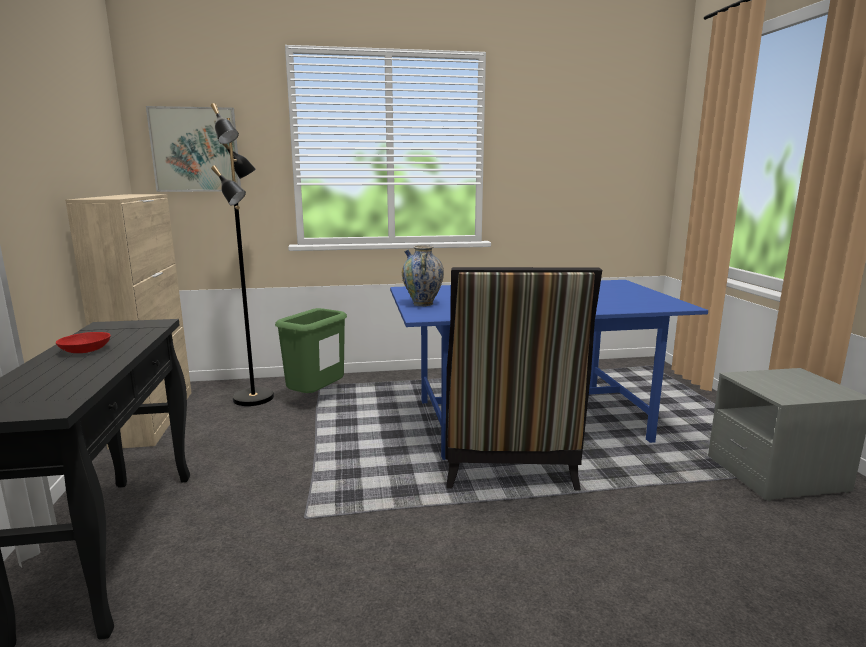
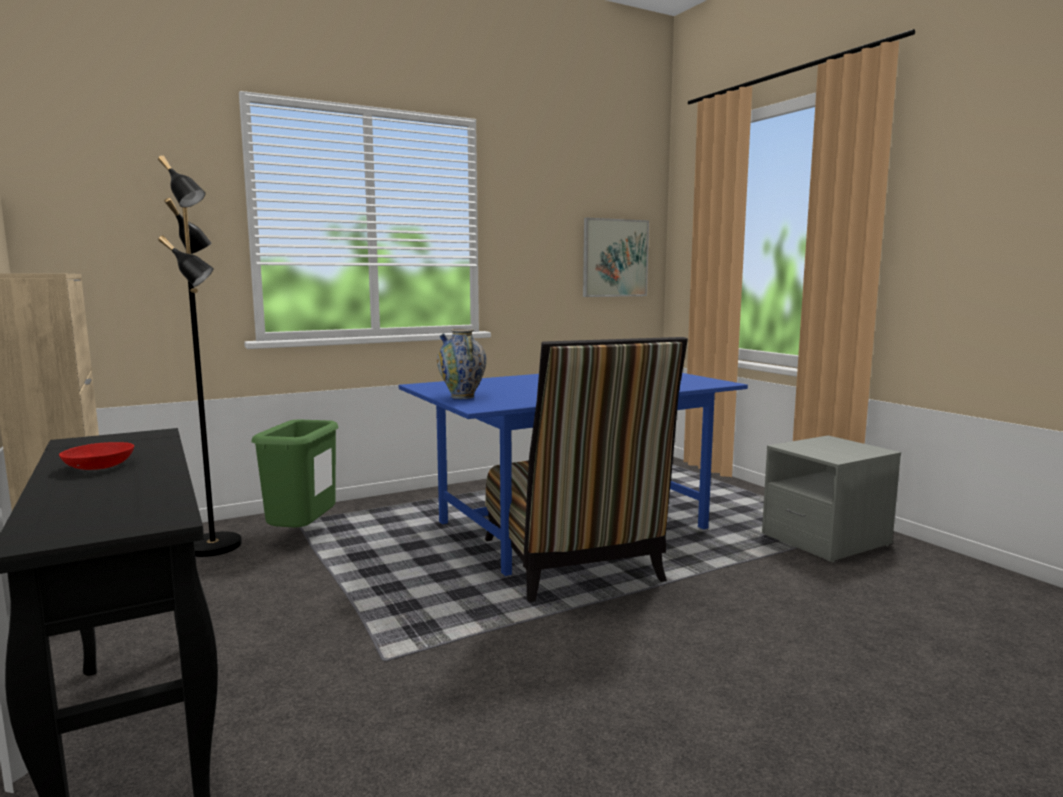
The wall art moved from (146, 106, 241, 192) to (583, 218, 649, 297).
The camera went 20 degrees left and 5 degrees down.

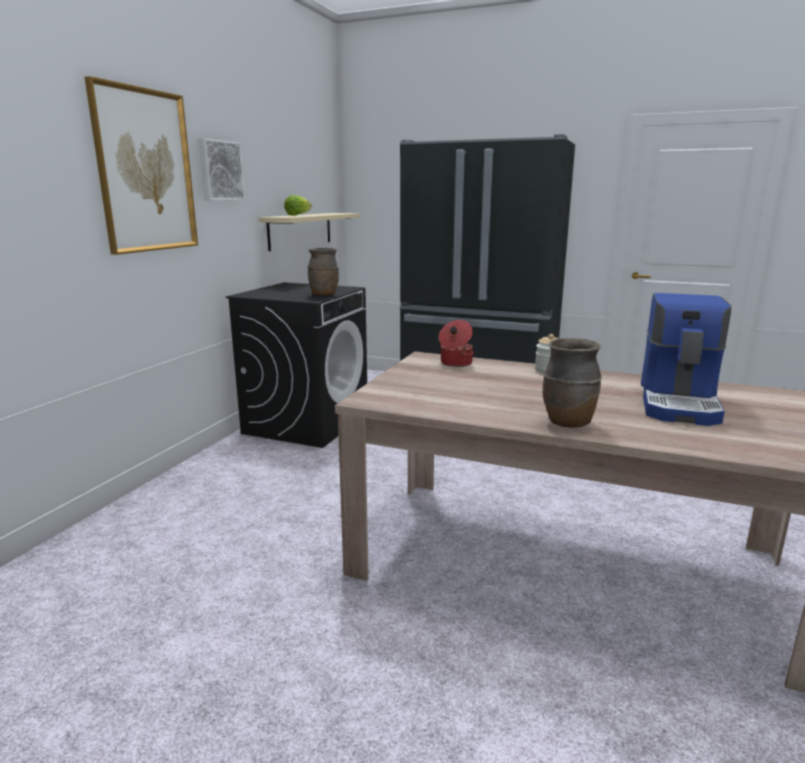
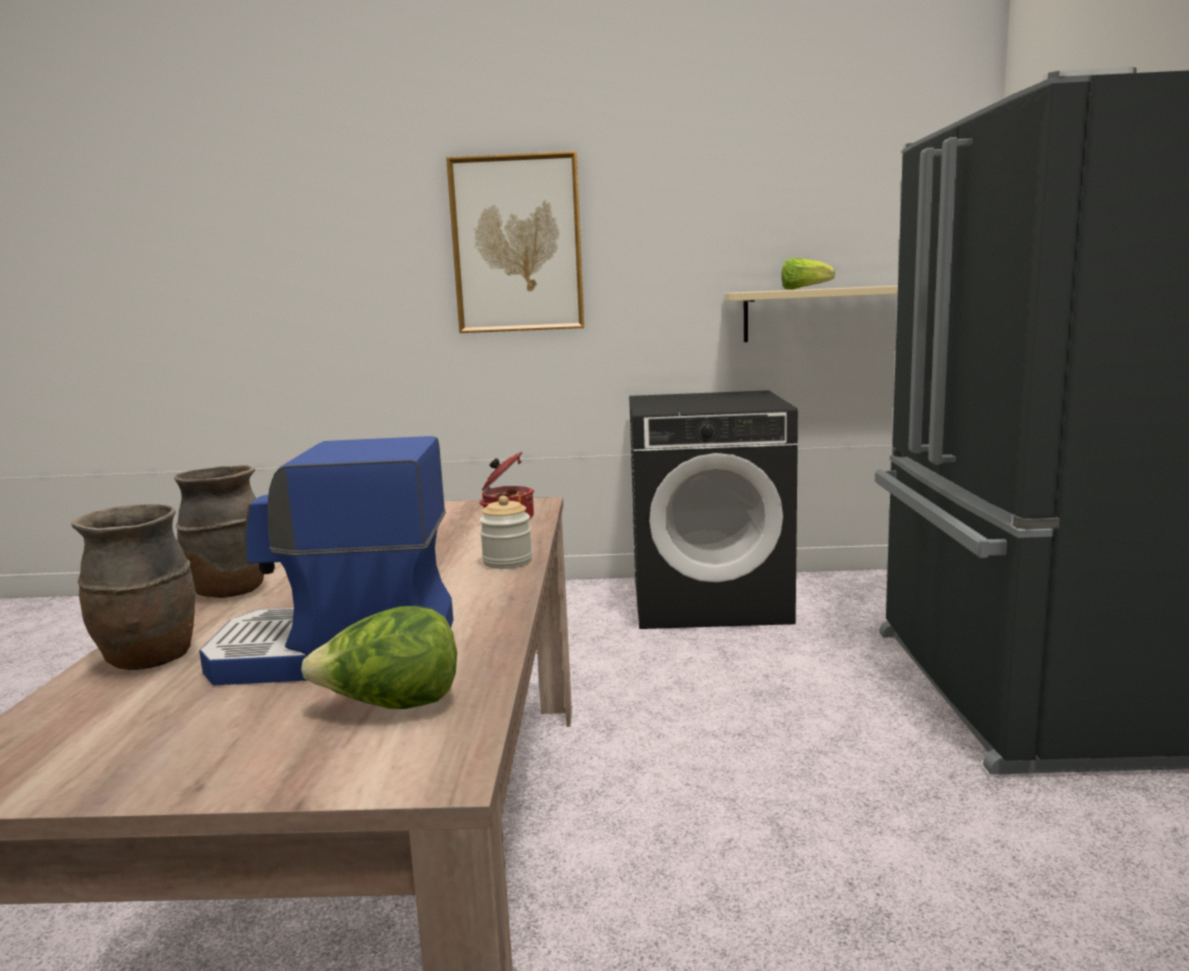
The brown-coloured vase moved from (307, 248, 339, 296) to (72, 504, 196, 670).
The lettuce at (301, 606, 457, 709) appeared.
The wall art at (199, 138, 245, 200) disappeared.
The camera went 70 degrees right and 5 degrees down.

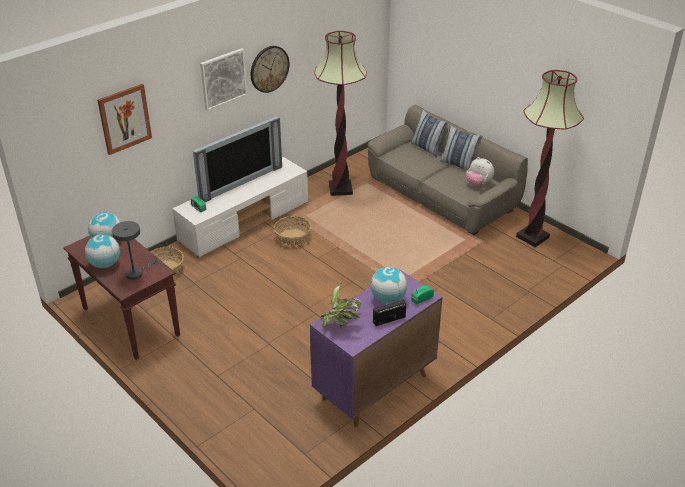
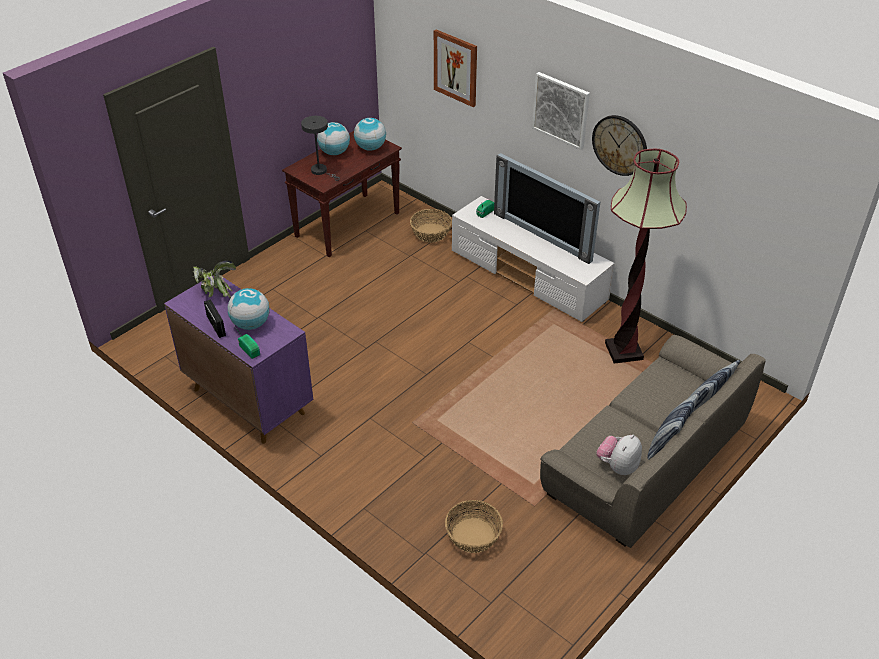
The storage basket moved from (274, 216, 311, 246) to (445, 500, 503, 553).
The standing lamp at (516, 70, 584, 247) disappeared.
The camera went 85 degrees right and 5 degrees up.

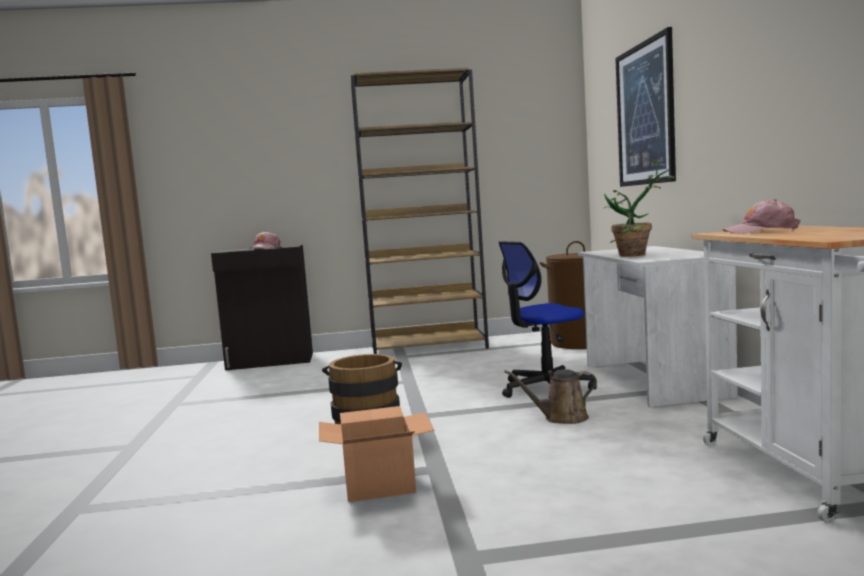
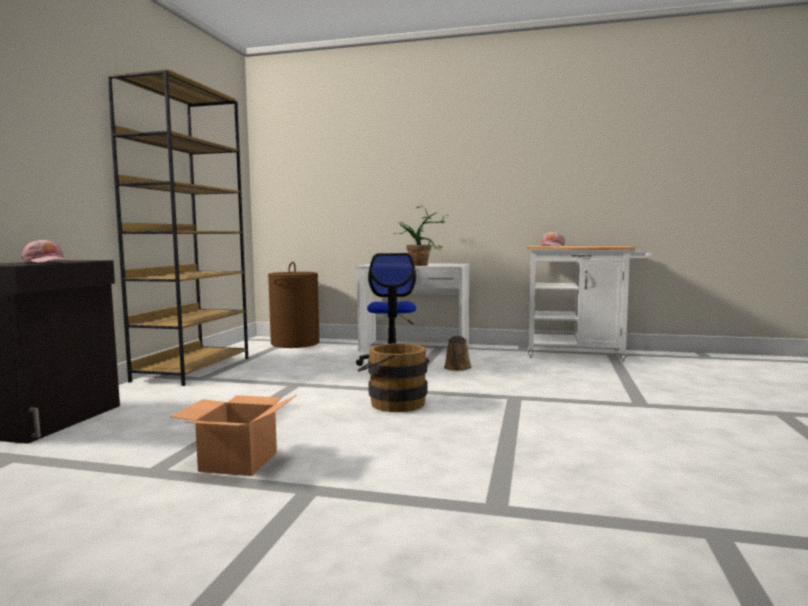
The packing box moved from (319, 406, 435, 502) to (170, 395, 297, 476).
The wall art at (615, 27, 676, 187) disappeared.
The camera went 70 degrees left and 0 degrees up.

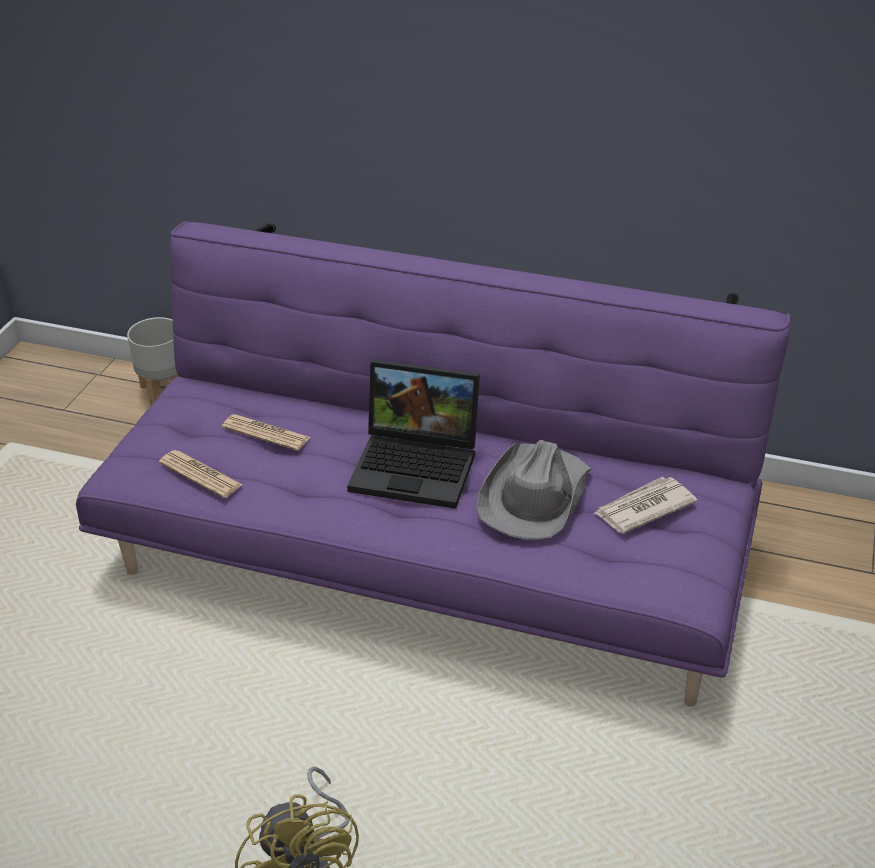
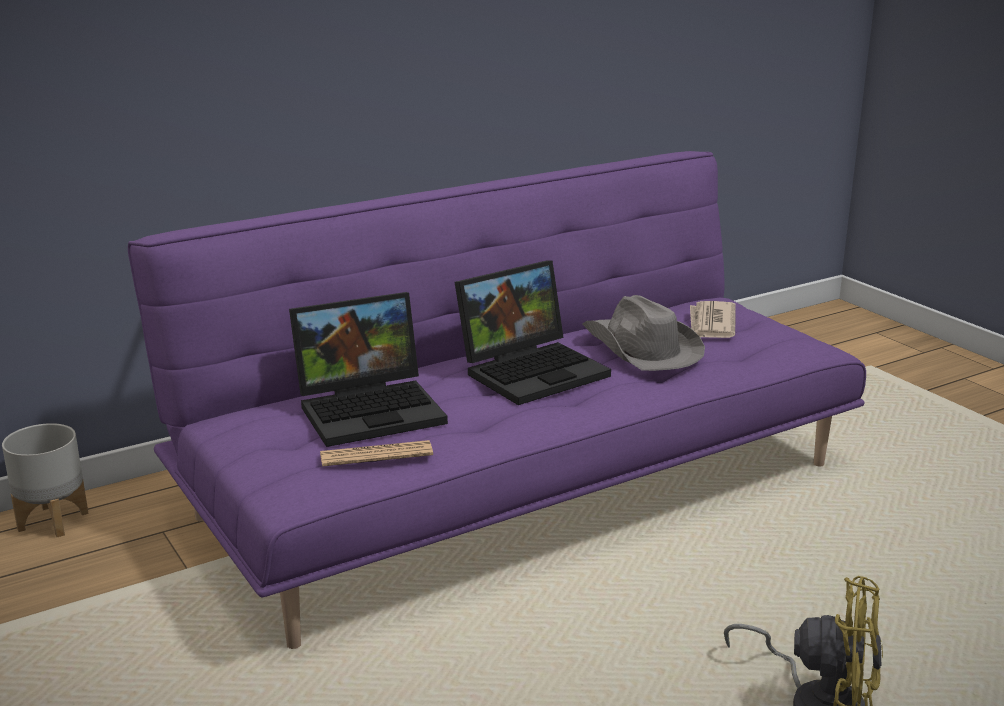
The newspaper at (222, 414, 310, 451) was replaced by the laptop at (289, 292, 448, 447).
The camera went 50 degrees left and 15 degrees down.

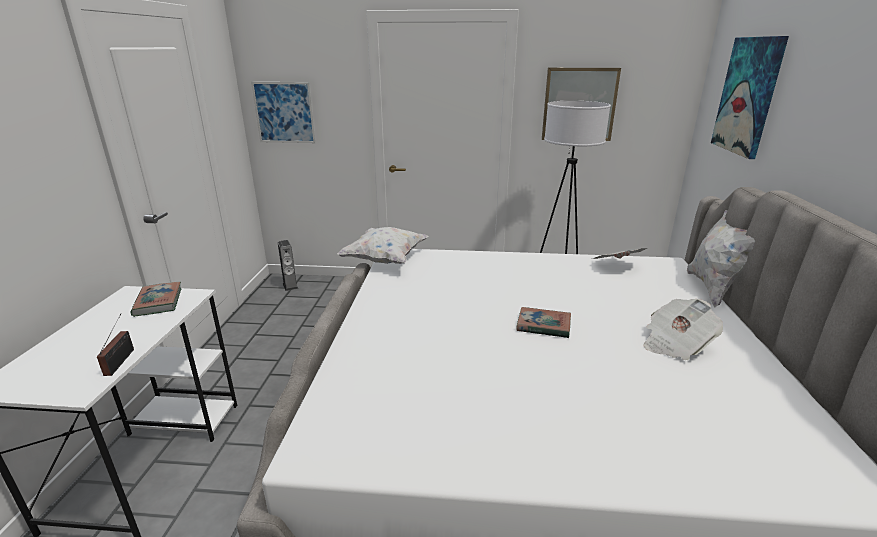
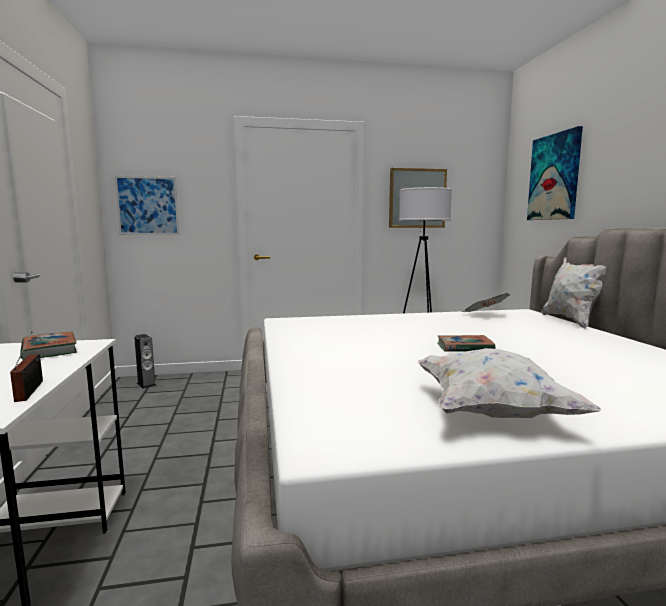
The white-coloured throw pillow moved from (337, 227, 429, 264) to (418, 348, 602, 418).
The newspaper at (644, 299, 723, 360) disappeared.
The camera went 15 degrees left and 15 degrees down.

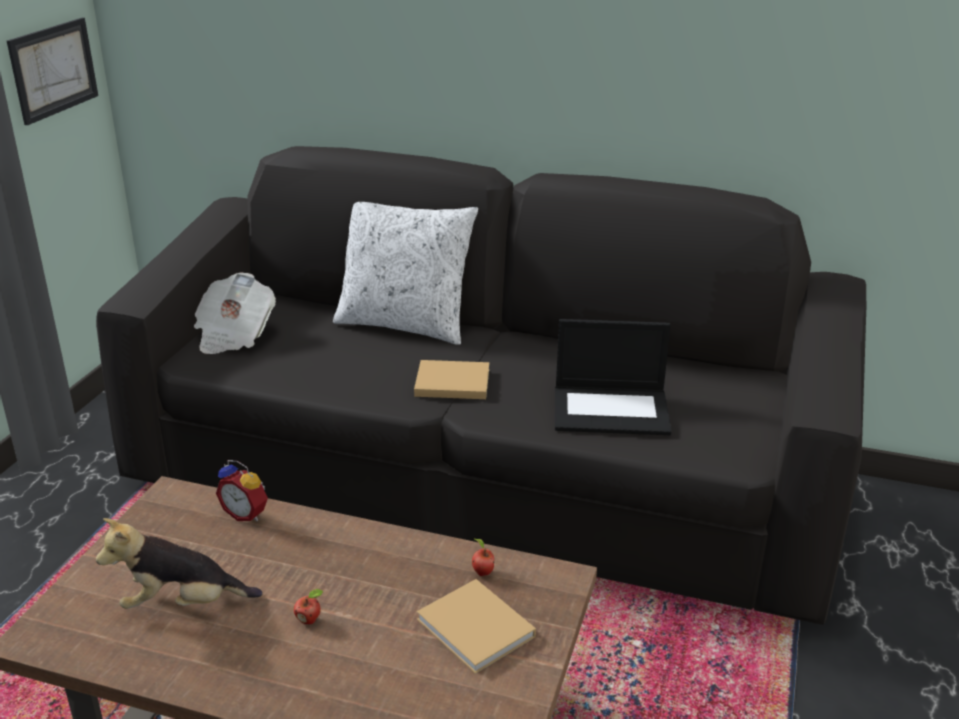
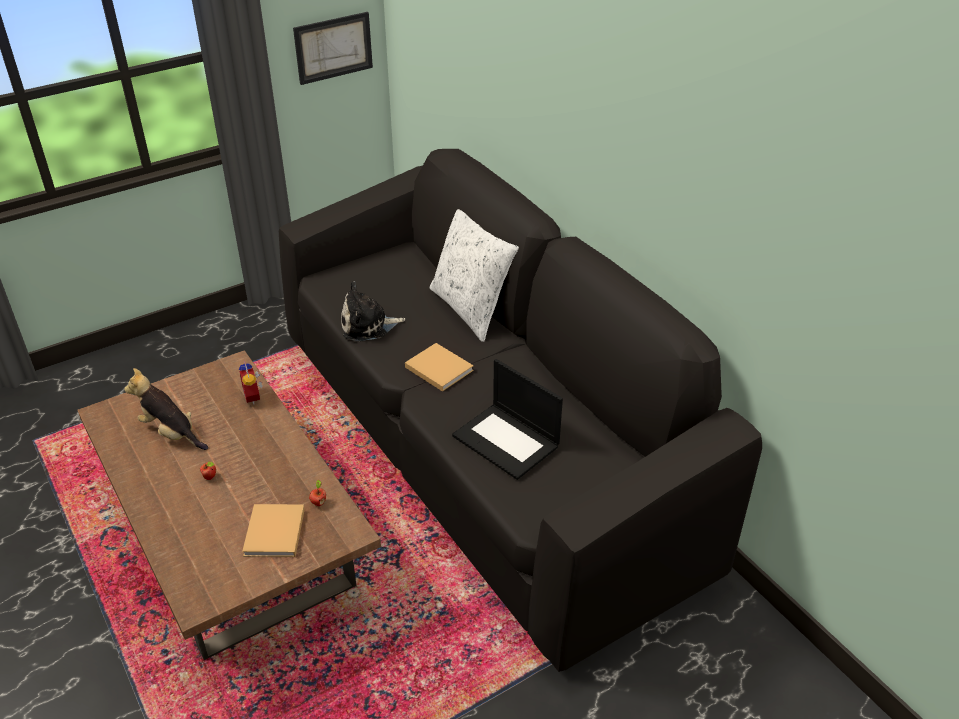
The soft toy at (341, 281, 405, 341) appeared.
The newspaper at (194, 273, 276, 354) disappeared.
The camera went 40 degrees right and 10 degrees up.

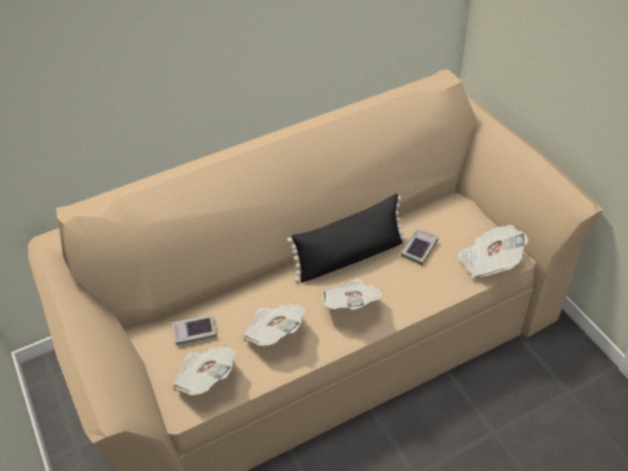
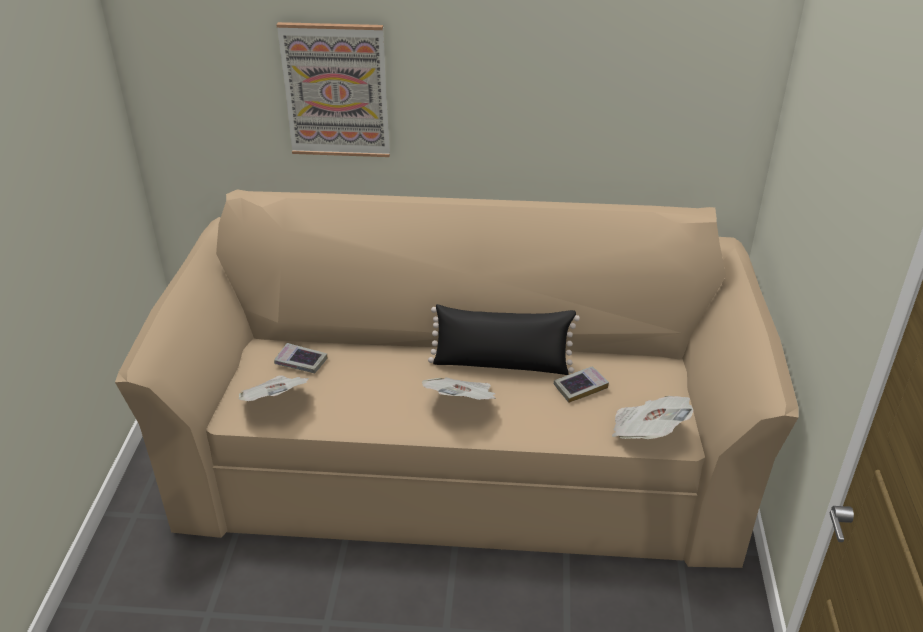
The wall art at (277, 22, 390, 157) appeared.
The newspaper at (242, 303, 306, 346) disappeared.
The camera went 30 degrees right and 10 degrees down.

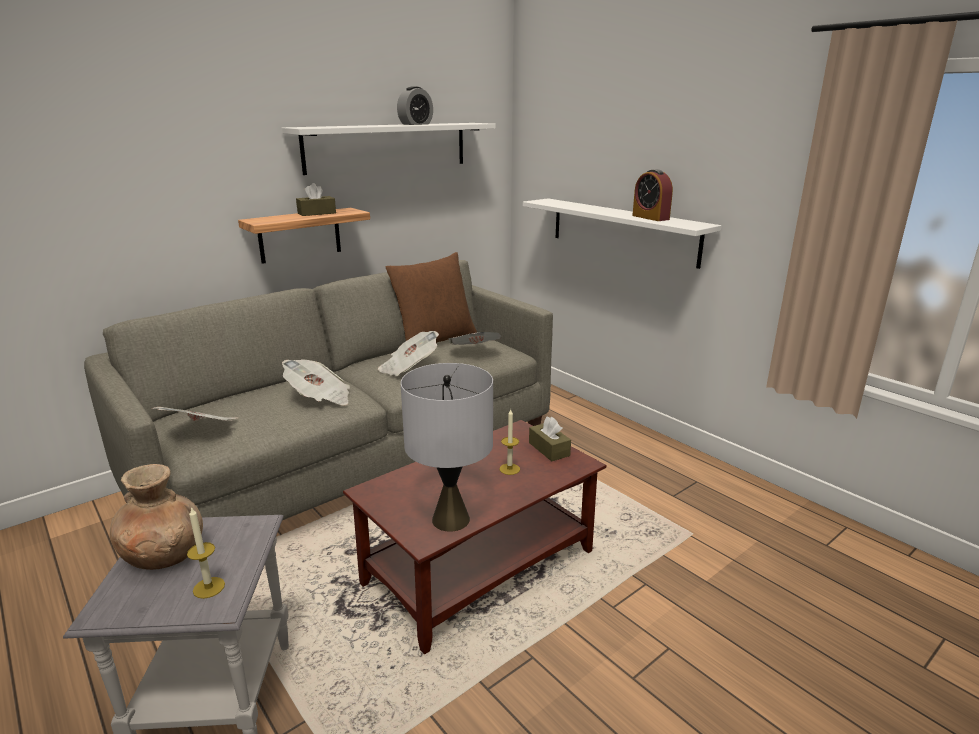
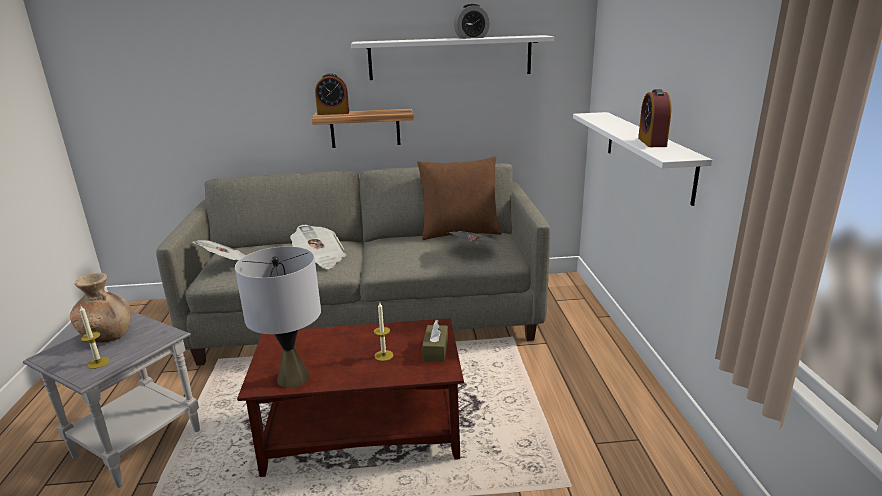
The alarm clock at (315, 74, 349, 115) appeared.
The brown-coloured tissue holder at (296, 183, 336, 216) disappeared.
The newspaper at (378, 331, 439, 377) disappeared.
The camera went 35 degrees right and 0 degrees up.

